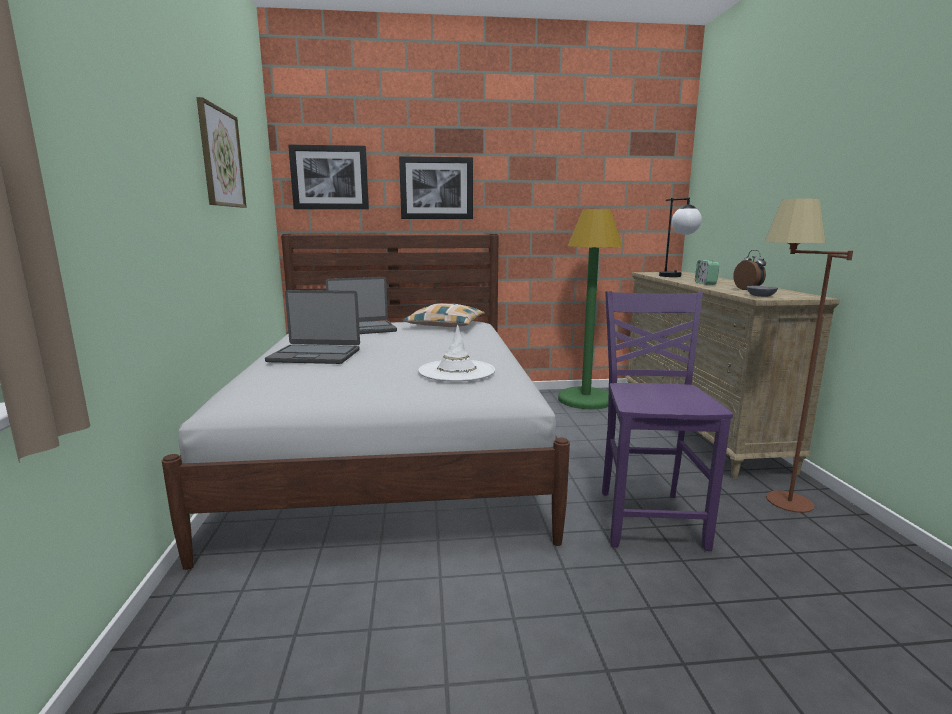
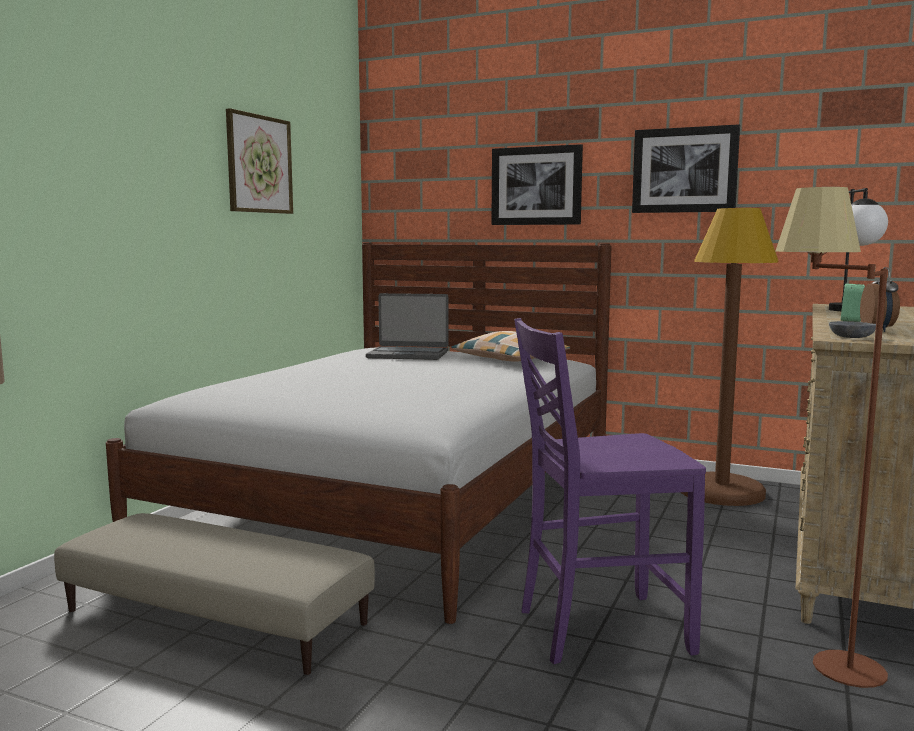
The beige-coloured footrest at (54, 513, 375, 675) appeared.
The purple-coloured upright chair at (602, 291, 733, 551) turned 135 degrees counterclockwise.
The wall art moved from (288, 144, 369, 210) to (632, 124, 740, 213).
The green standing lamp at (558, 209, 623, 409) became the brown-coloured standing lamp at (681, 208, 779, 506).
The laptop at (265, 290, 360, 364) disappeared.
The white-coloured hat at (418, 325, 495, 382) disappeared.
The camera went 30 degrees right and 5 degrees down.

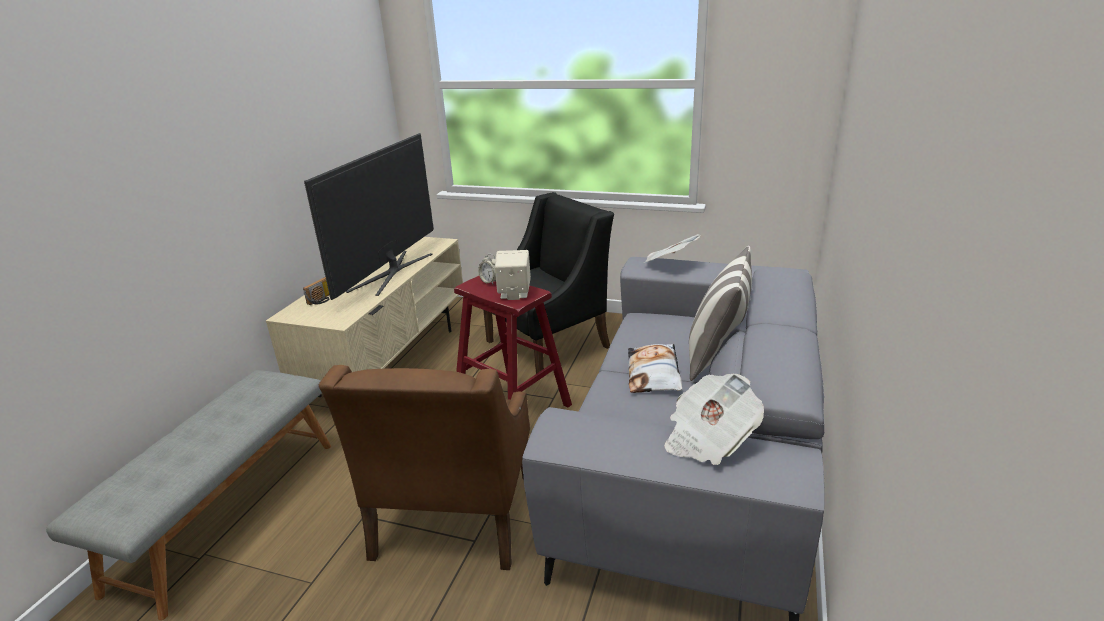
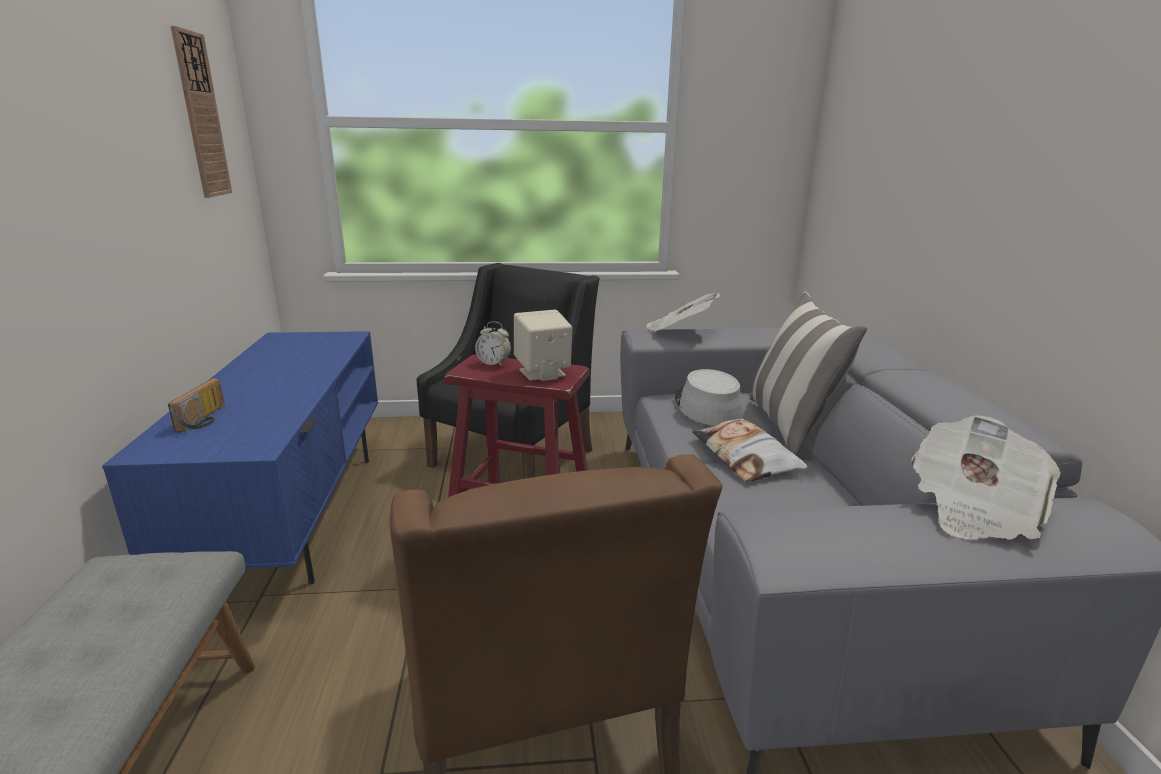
The beige-coloured tv unit at (266, 237, 463, 397) became the bluish tv unit at (102, 331, 378, 584).
The hanging clock at (171, 26, 232, 198) appeared.
The gray hat at (675, 369, 743, 426) appeared.
The TV at (304, 133, 434, 300) disappeared.
The camera went 25 degrees left and 5 degrees down.

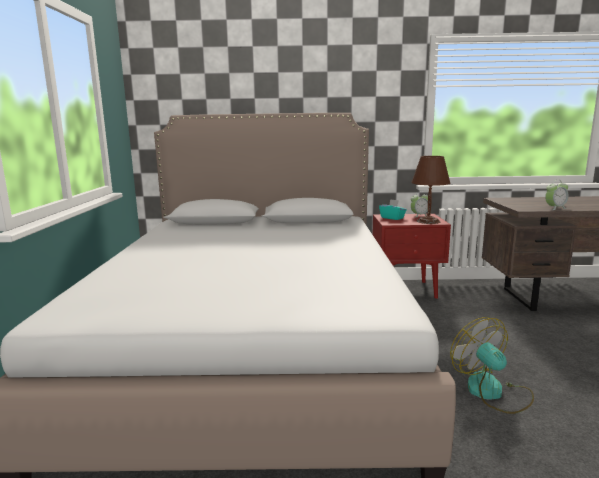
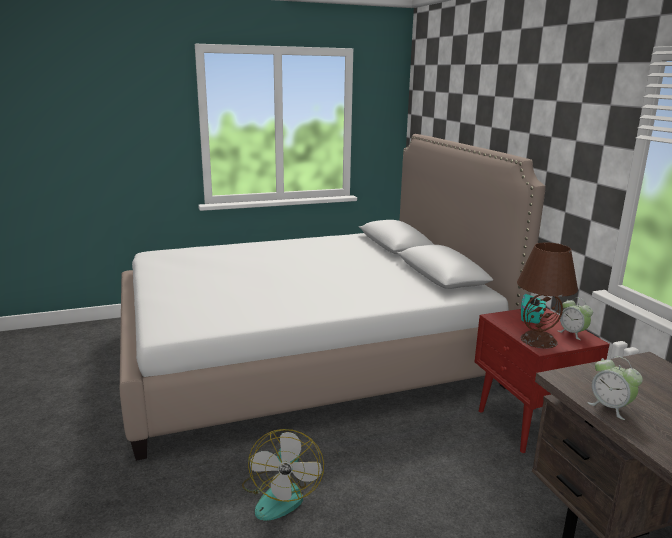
The cooling fan at (450, 317, 534, 414) turned 135 degrees clockwise.
The camera went 70 degrees right and 5 degrees up.

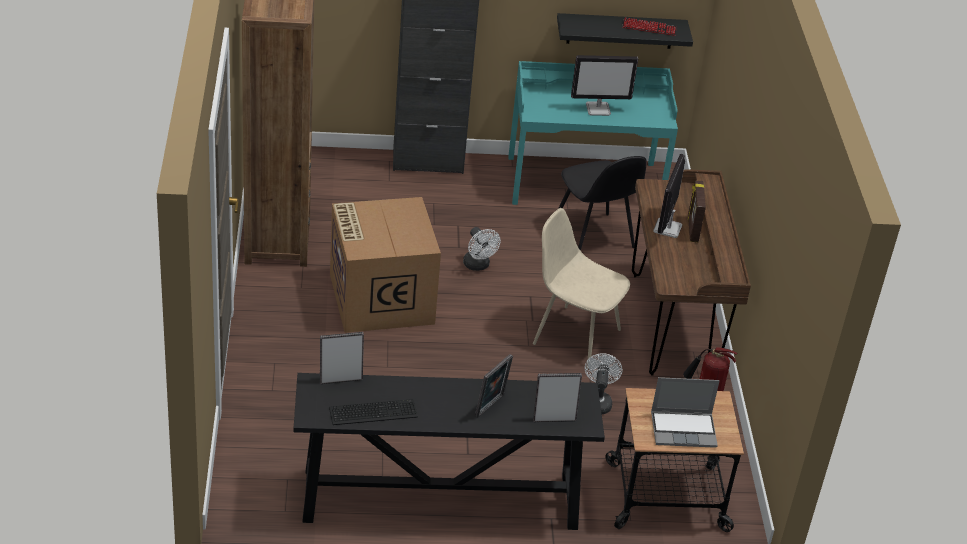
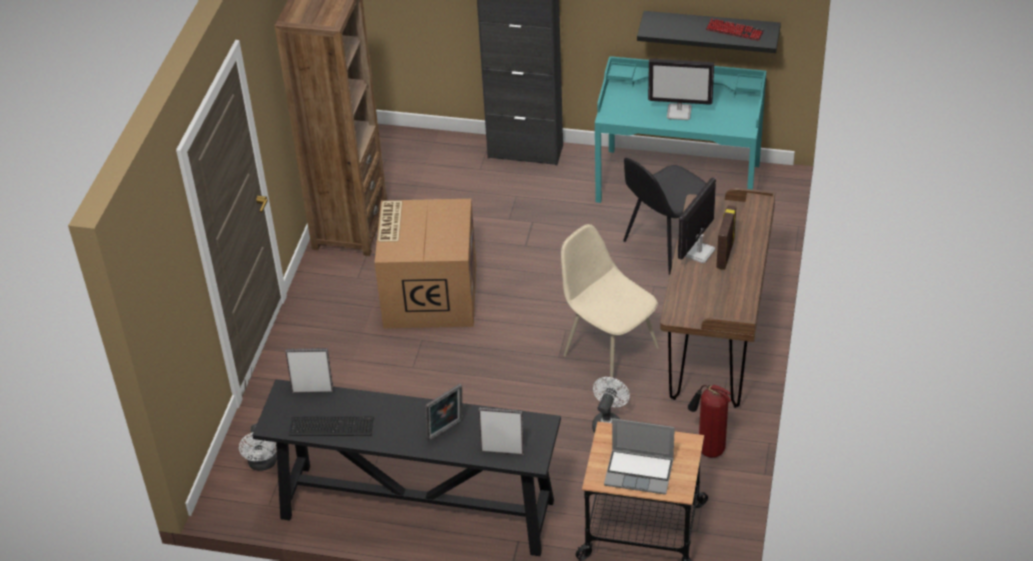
The white-coloured cooling fan moved from (463, 227, 501, 271) to (239, 424, 277, 471).
The blackish upright chair at (558, 156, 647, 251) turned 60 degrees clockwise.
The camera went 20 degrees right and 5 degrees up.

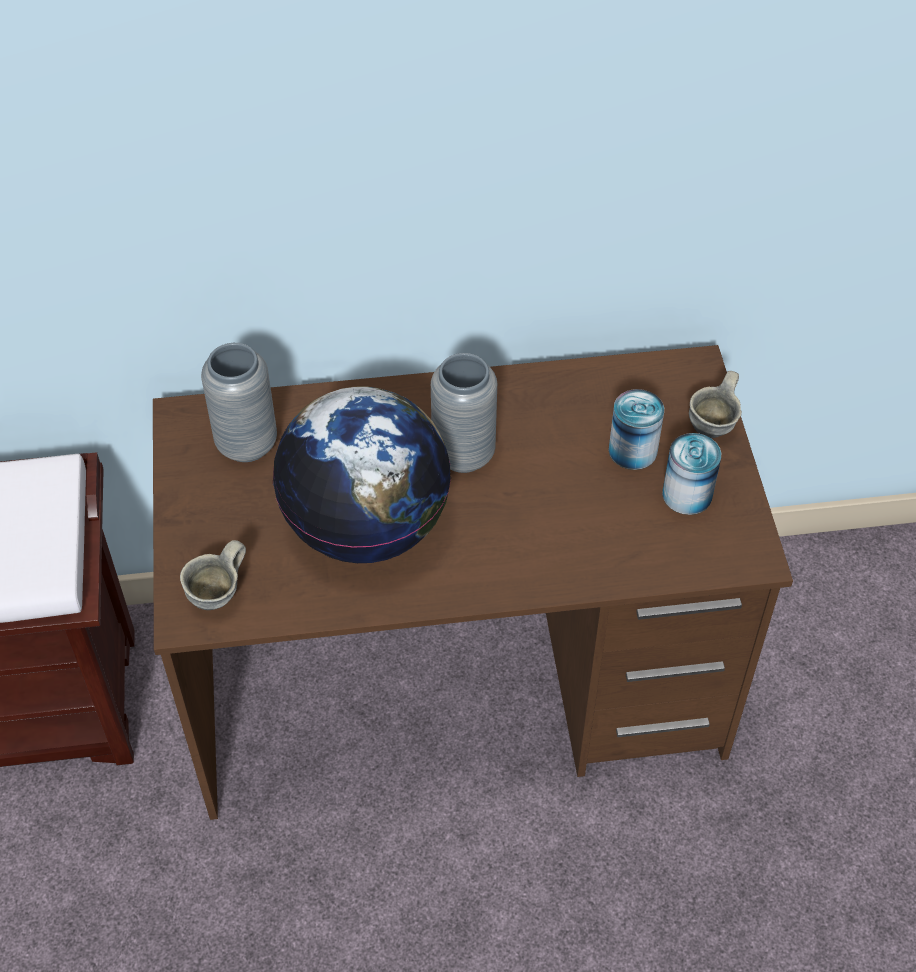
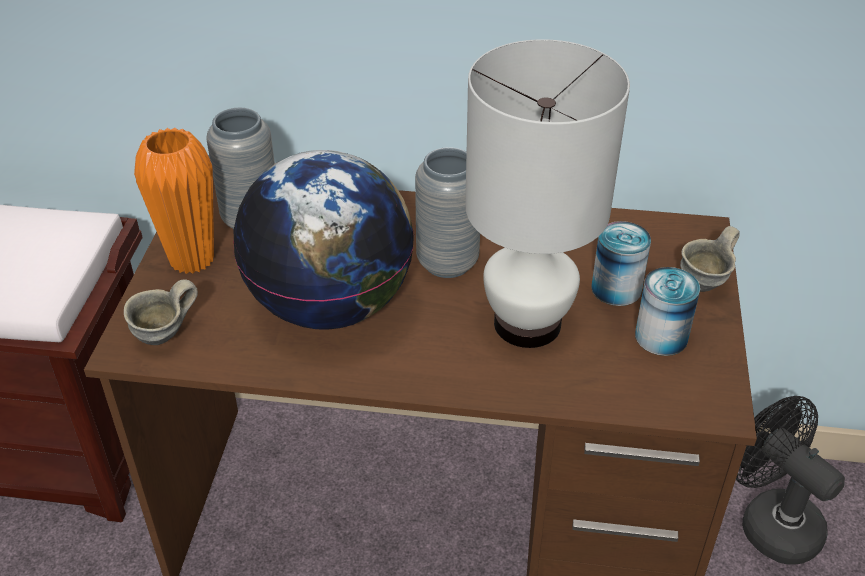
The orange-coloured vase at (134, 128, 214, 274) appeared.
The white-coloured tabletop lamp at (465, 39, 630, 348) appeared.
The blackish cooling fan at (736, 396, 845, 564) appeared.
The camera went 15 degrees right and 10 degrees down.

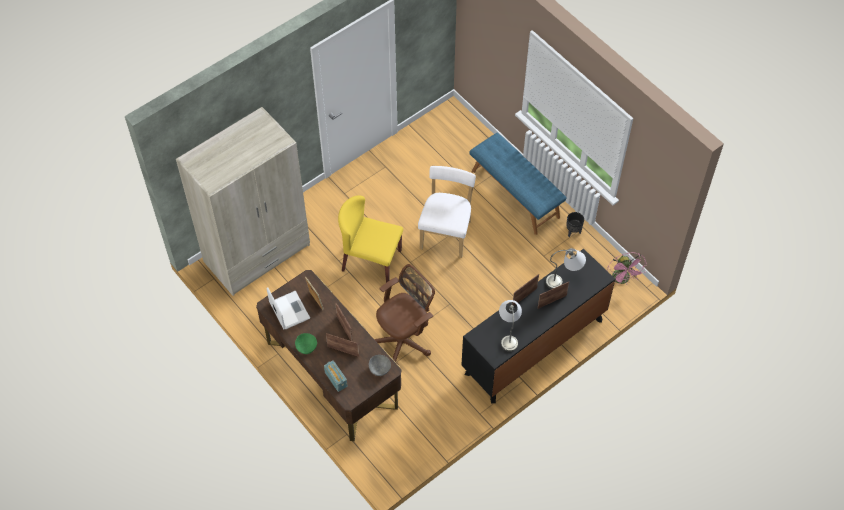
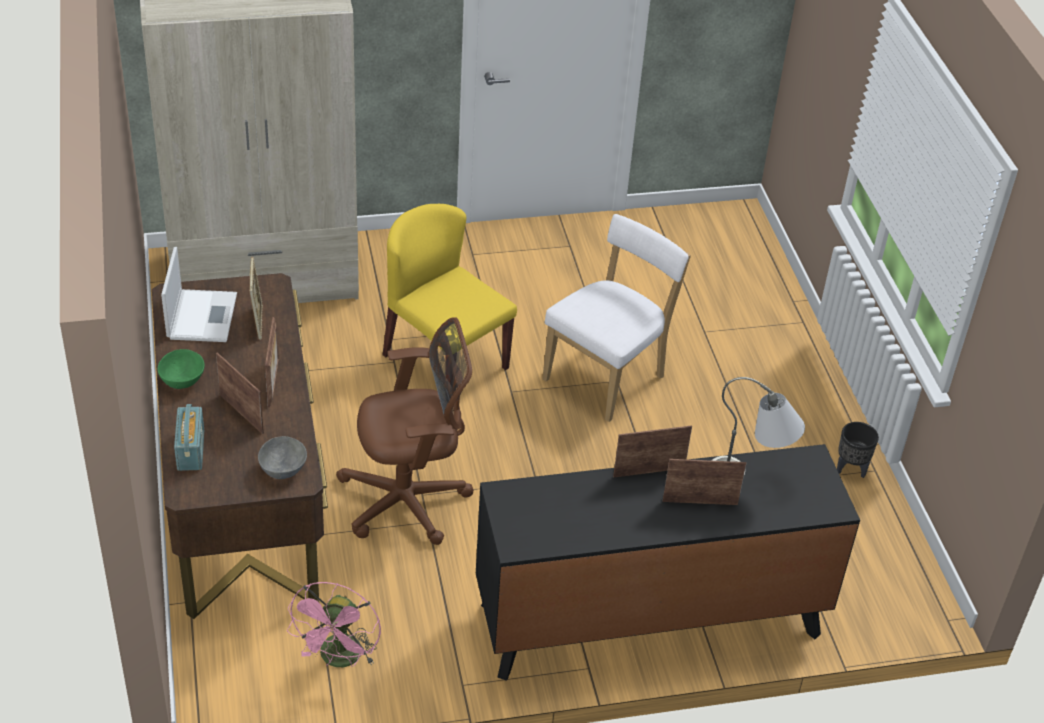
The pink-coloured cooling fan moved from (607, 253, 647, 285) to (287, 582, 381, 667).
The bluish long seat at (469, 133, 566, 235) disappeared.
The gray tabletop lamp at (499, 300, 522, 352) disappeared.
The camera went 25 degrees right and 15 degrees down.

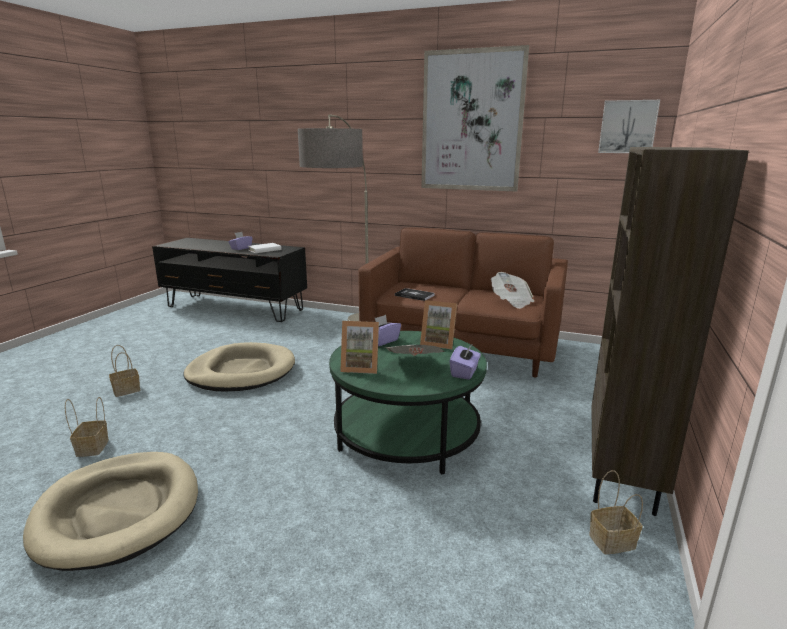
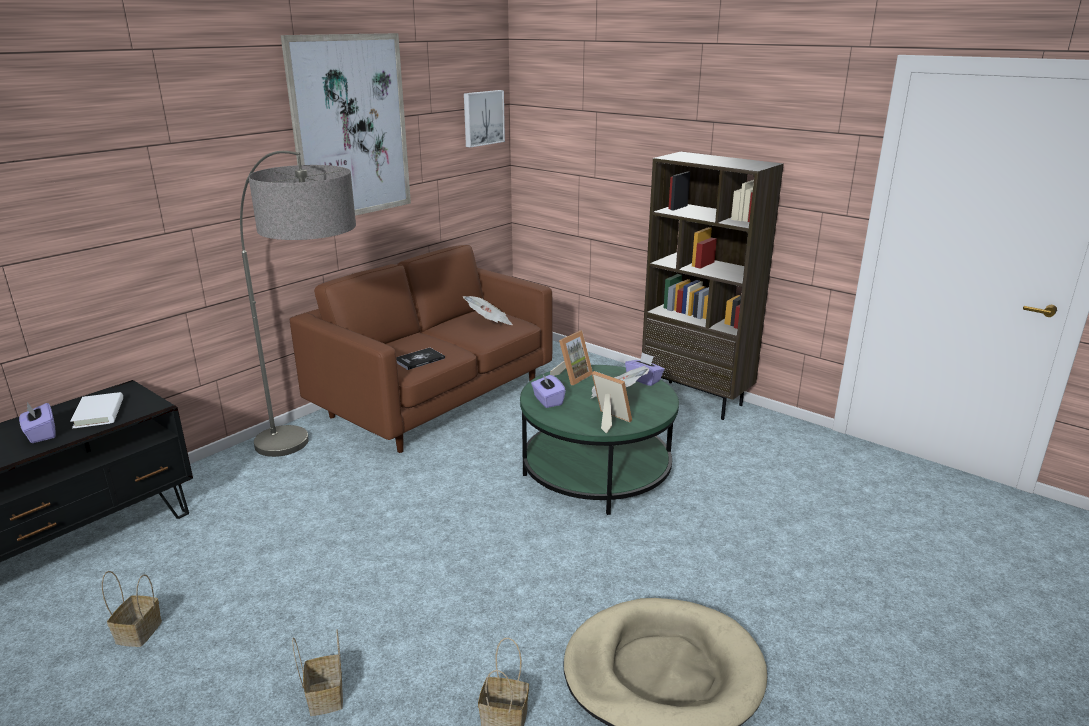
The storage basket moved from (589, 470, 643, 554) to (102, 571, 162, 647).
The standing frame at (340, 321, 379, 374) turned 75 degrees counterclockwise.
The beige-coloured pet bed at (183, 342, 295, 392) disappeared.
The camera went 70 degrees left and 5 degrees up.

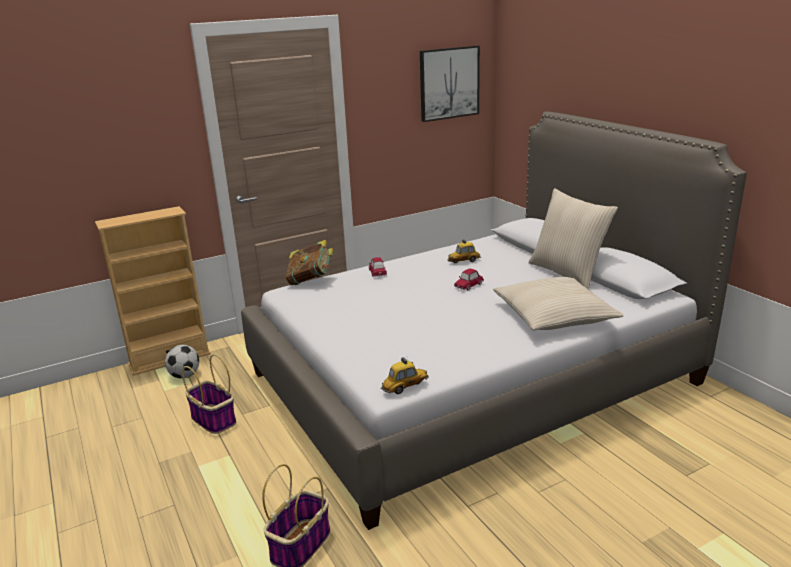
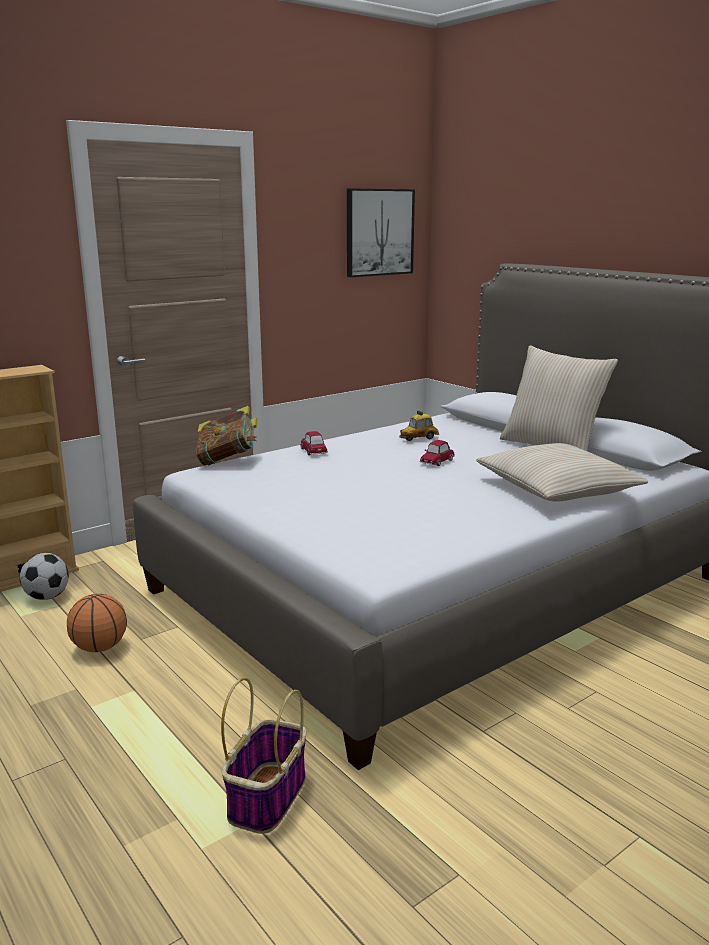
The storage basket at (182, 354, 236, 434) was replaced by the ball for basketball at (67, 594, 127, 652).
The model car at (381, 357, 428, 394) disappeared.
The camera went 10 degrees left and 5 degrees down.

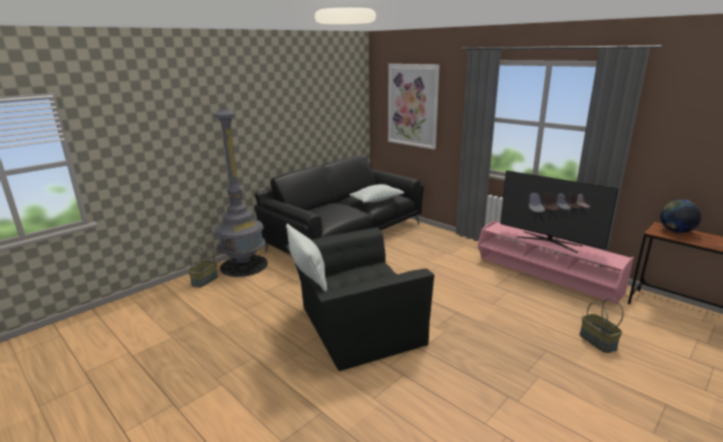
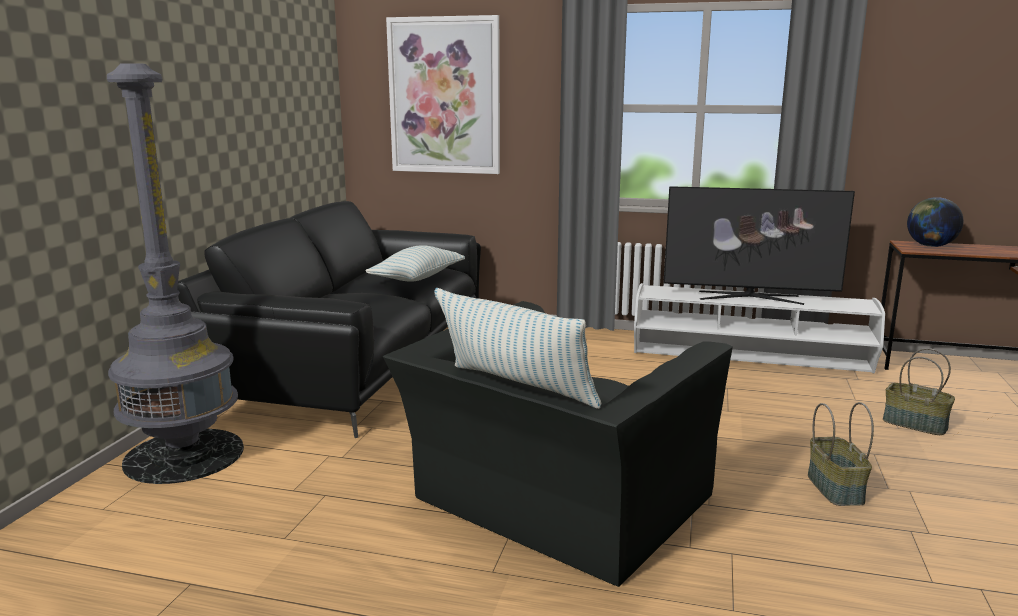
The pink-coloured tv unit at (478, 221, 634, 304) became the white-coloured tv unit at (634, 283, 885, 373).
The storage basket moved from (188, 246, 218, 288) to (808, 402, 874, 506).
The camera went 30 degrees left and 5 degrees down.

